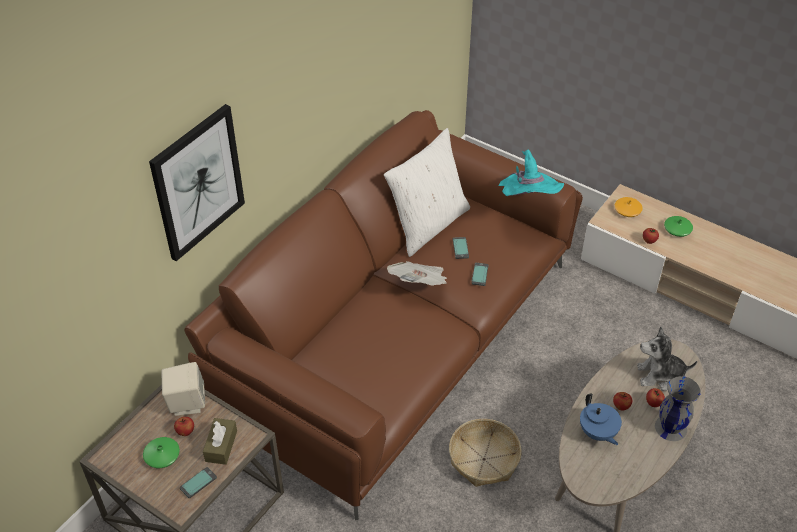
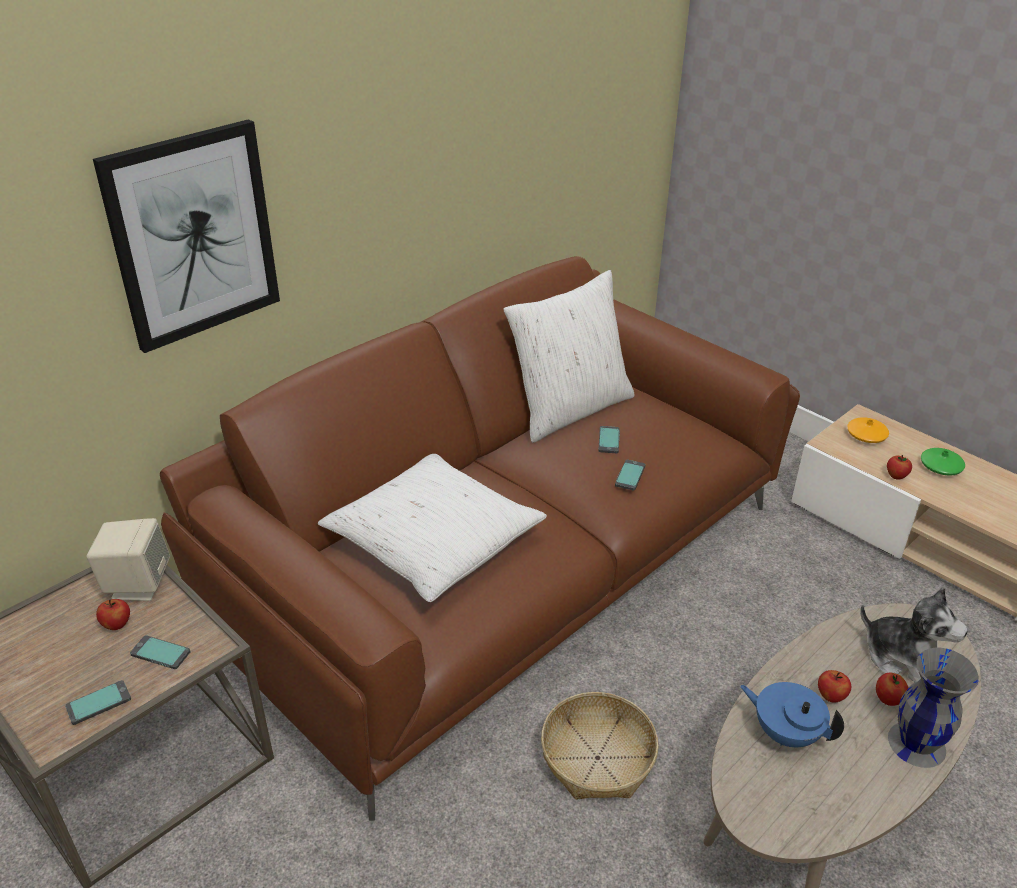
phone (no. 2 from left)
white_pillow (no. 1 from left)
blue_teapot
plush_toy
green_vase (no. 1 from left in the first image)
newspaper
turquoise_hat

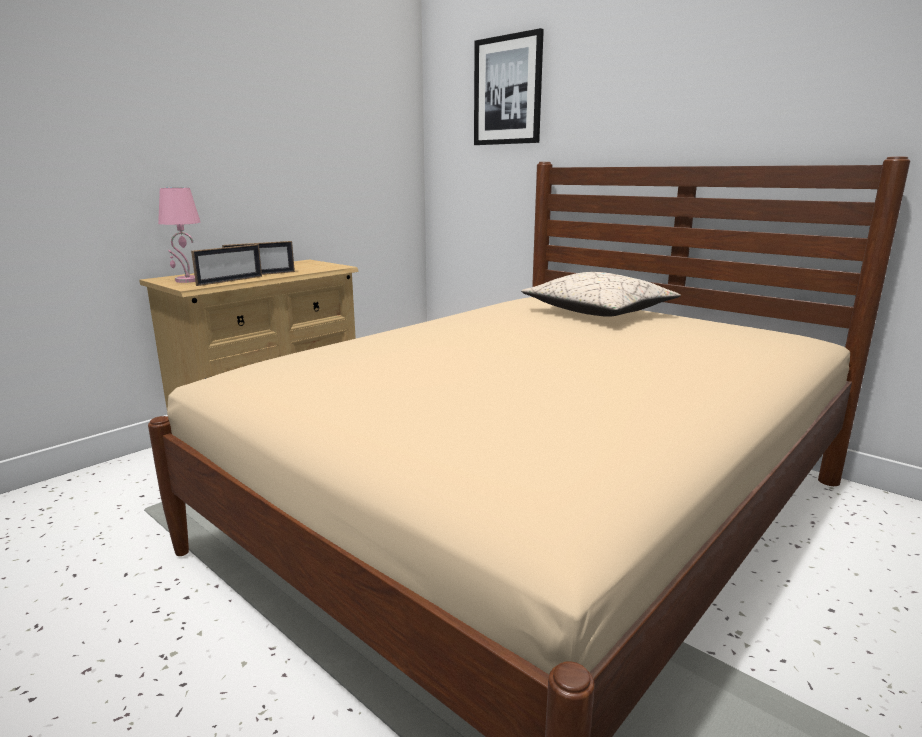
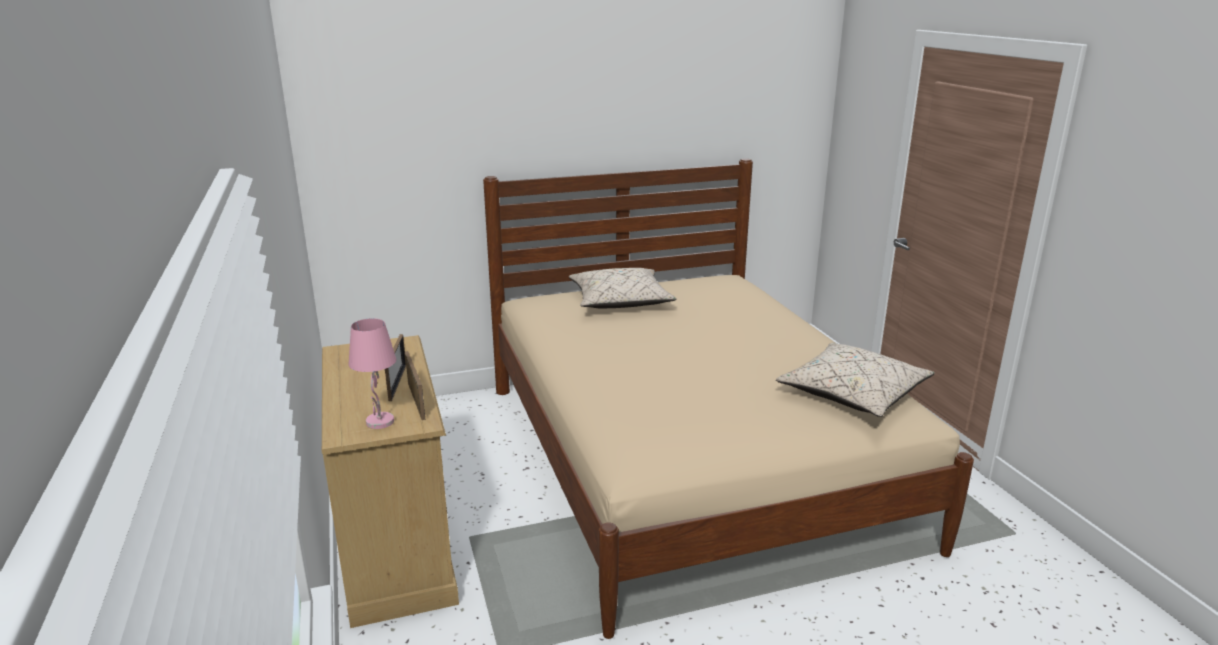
beige_pillow (no. 2 from left)
picture

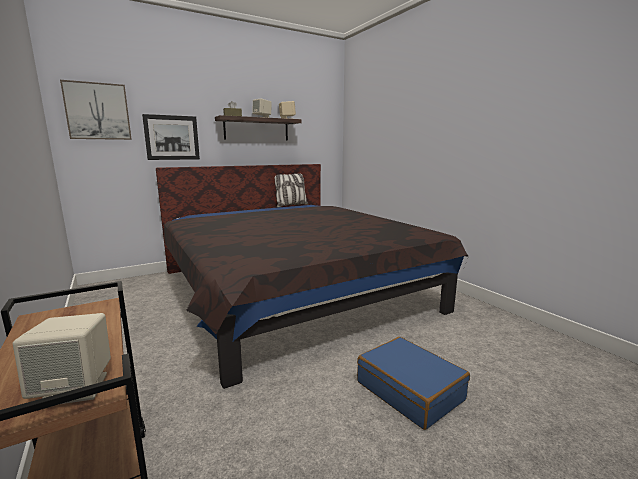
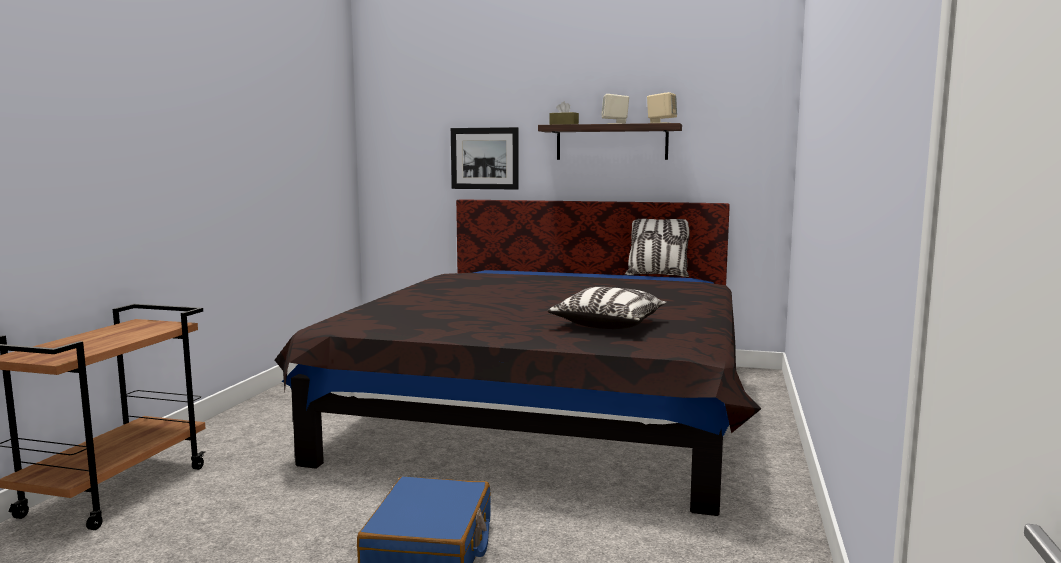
pillow (no. 1 from left)
beige_speaker (no. 1 from left in the first image)
picture (no. 1 from left in the first image)

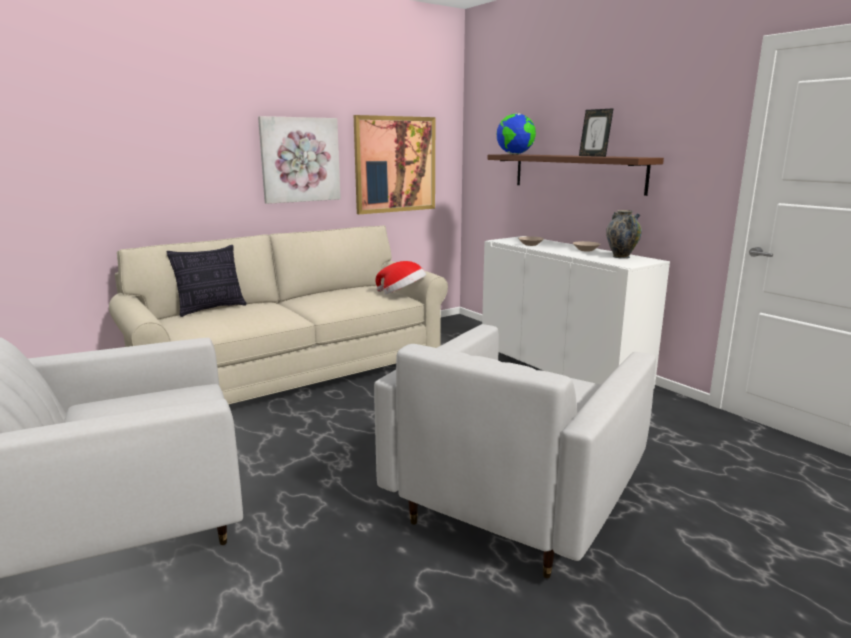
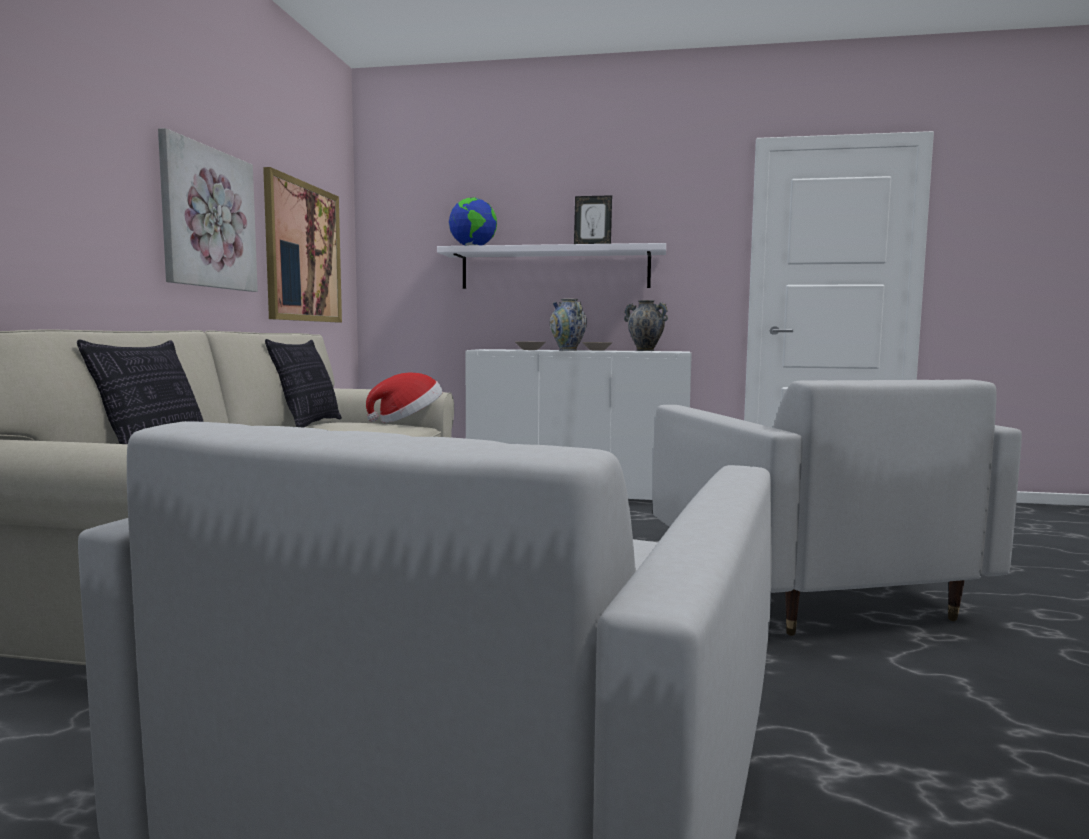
pillow (no. 2 from left)
white_shelf
vase (no. 1 from left)

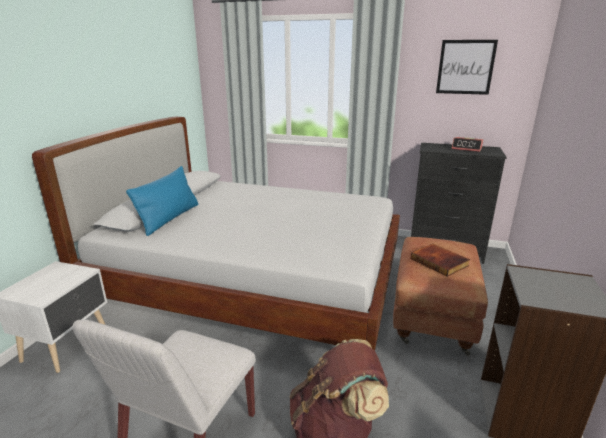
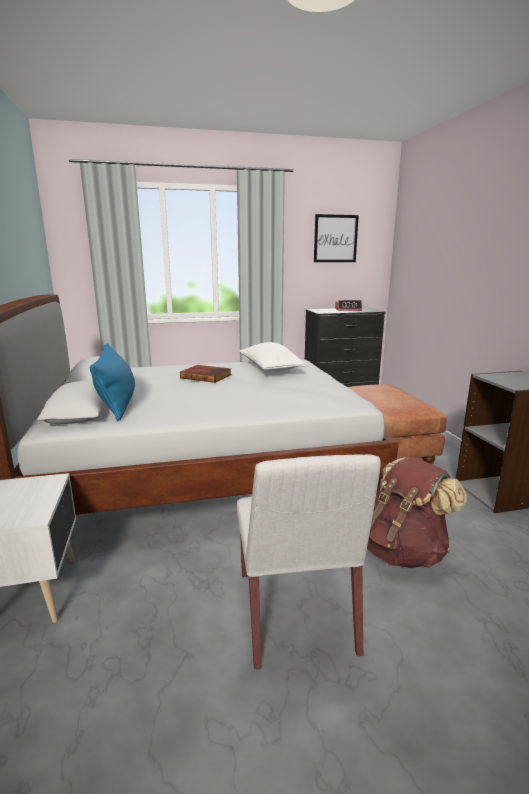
book
white_pillow

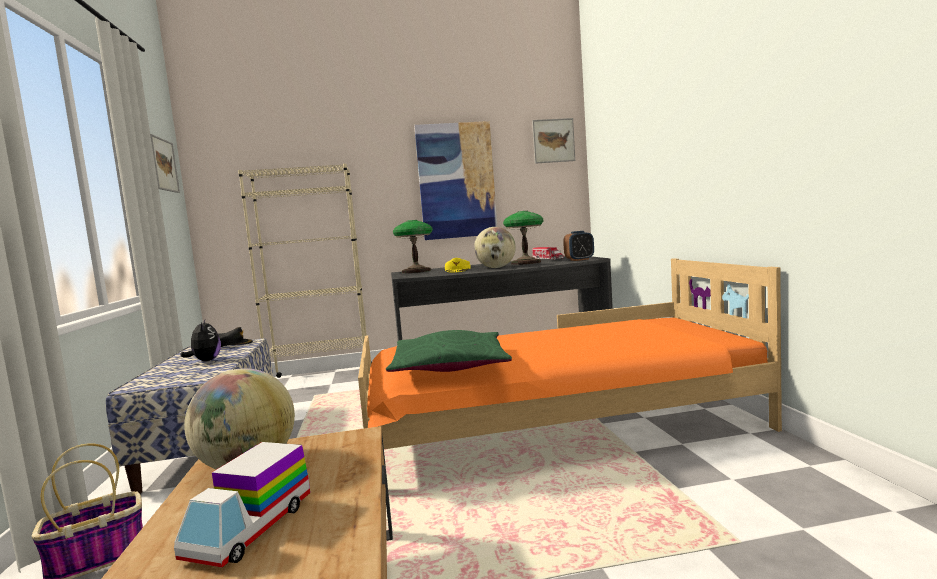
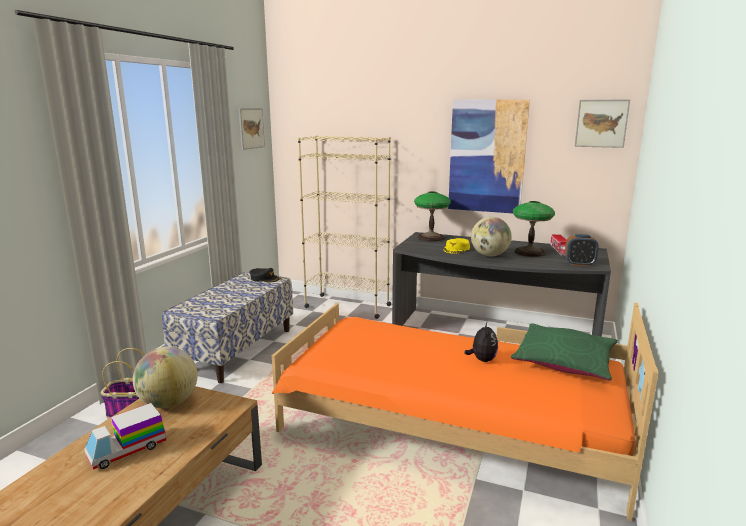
plush_toy
green_pillow

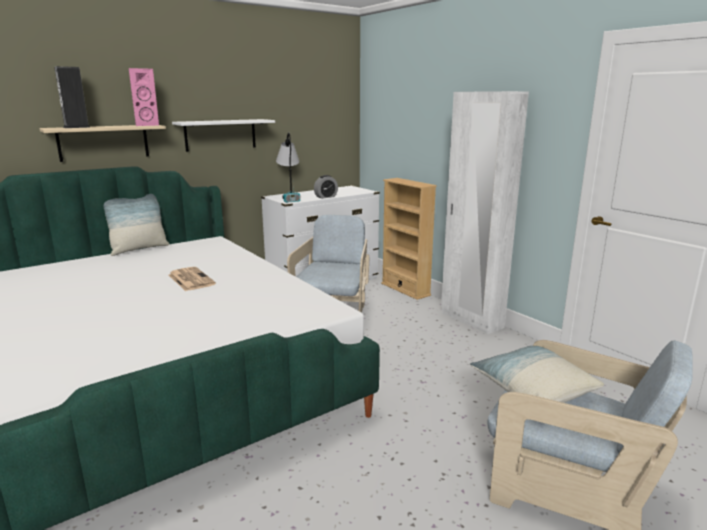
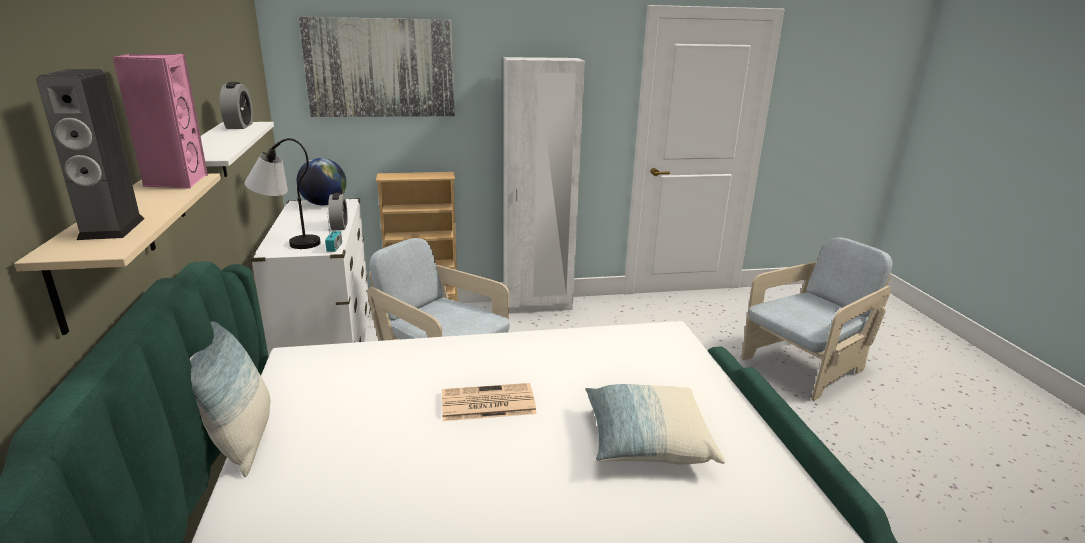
alarm_clock (no. 1 from left)
globe
picture
pillow (no. 2 from left)

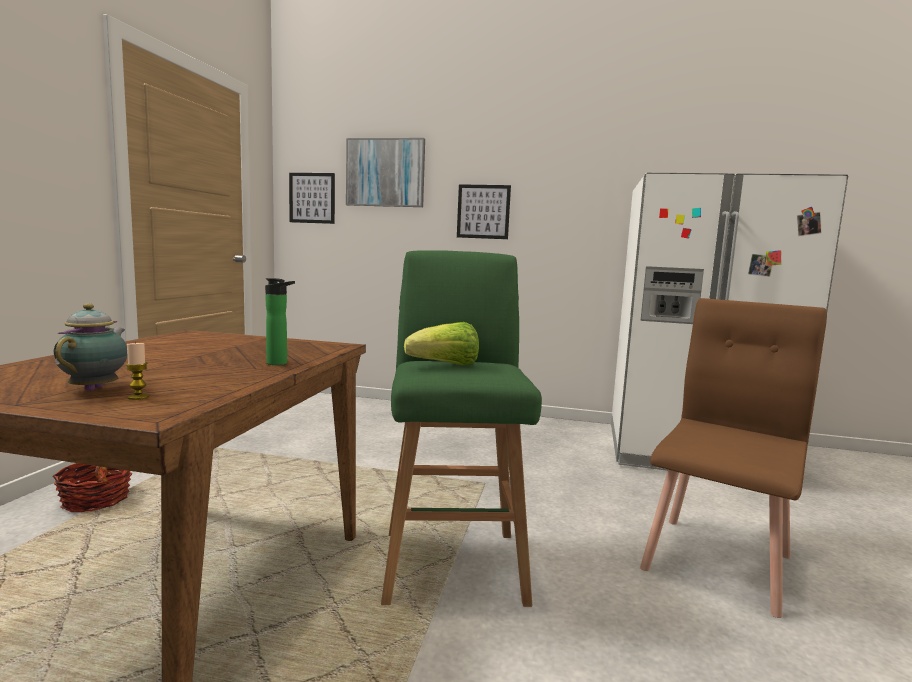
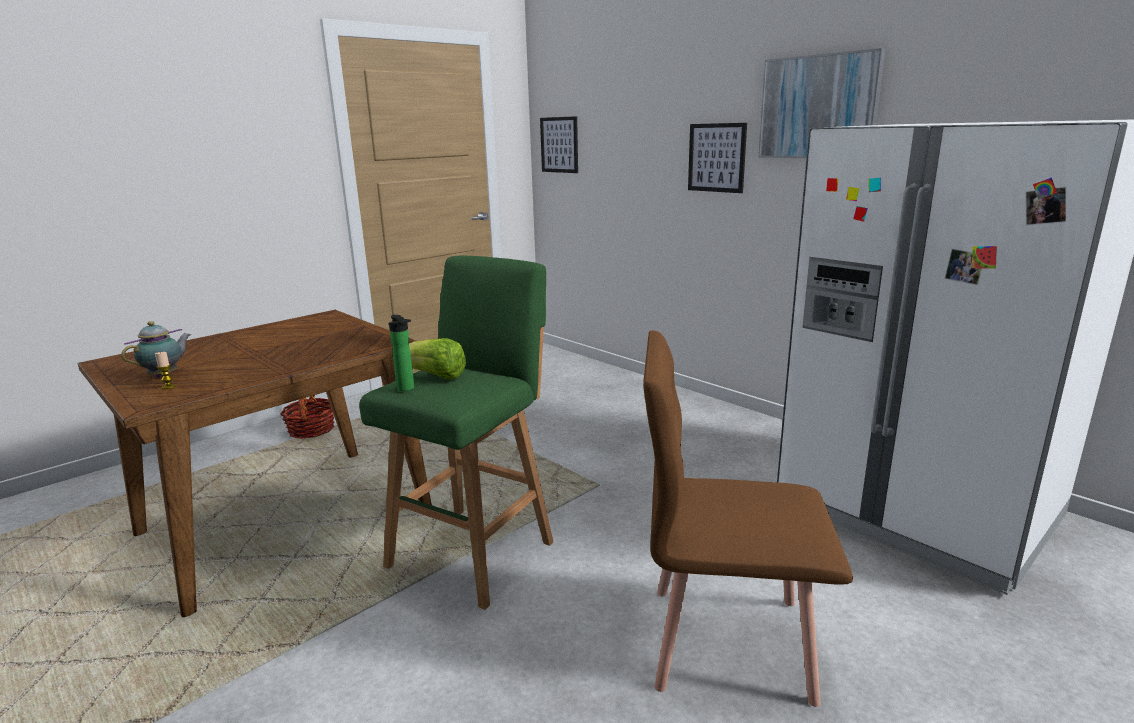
bottle
brown_chair
picture (no. 3 from left)

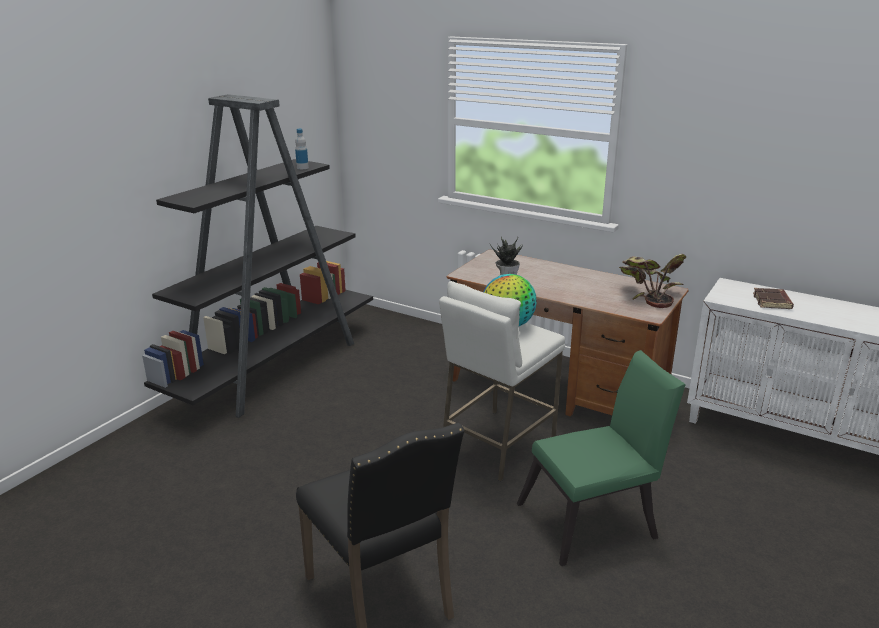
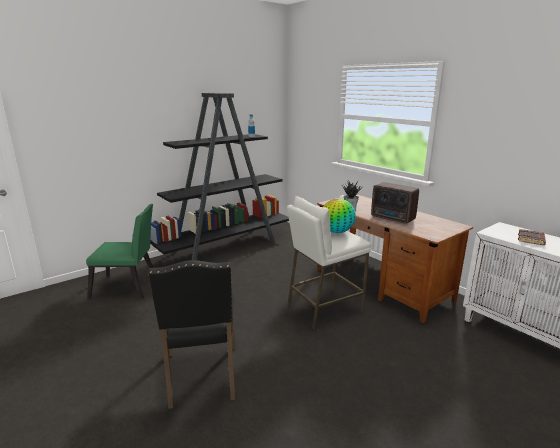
green_chair
radio
potted_plant (no. 2 from left in the first image)

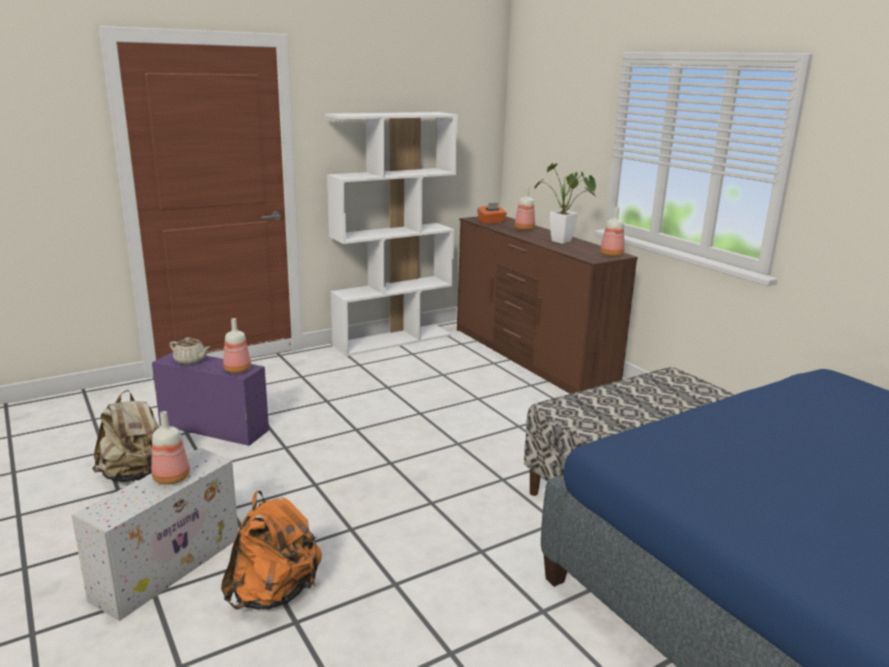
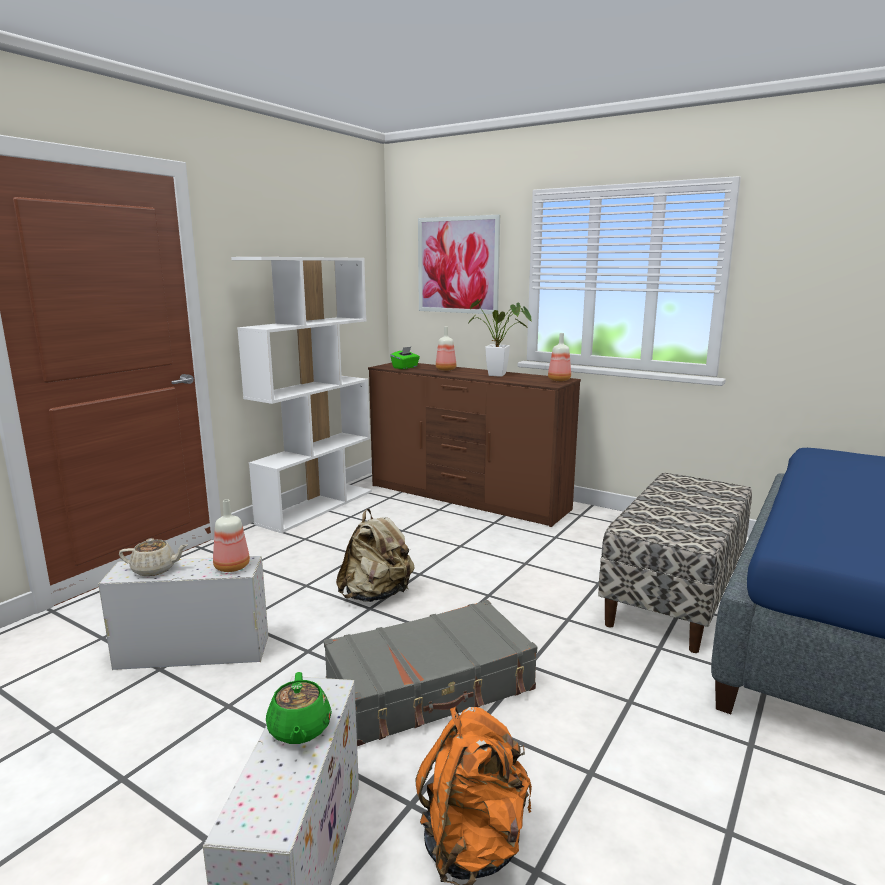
white_storage_box (no. 1 from left)
green_teapot
grey_suitcase
beige_backpack
green_tissue_box
picture

